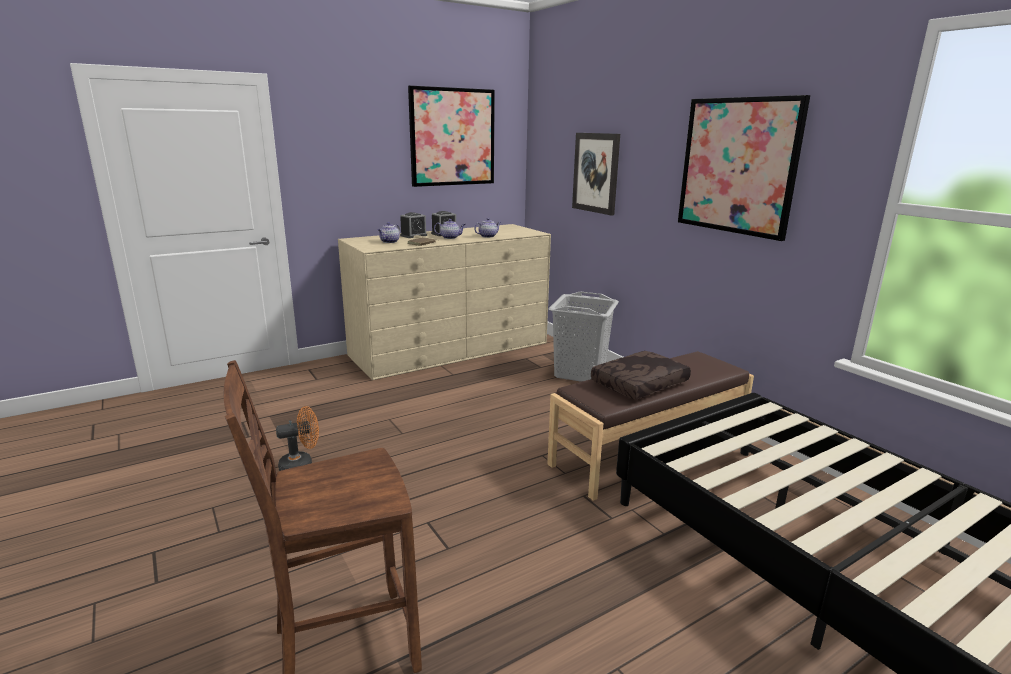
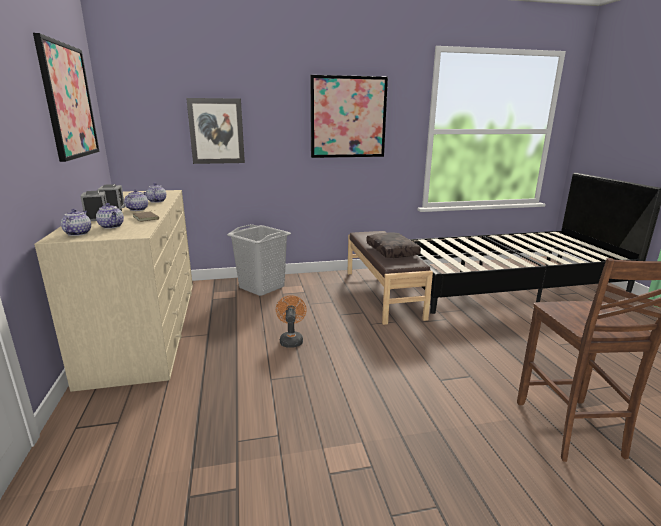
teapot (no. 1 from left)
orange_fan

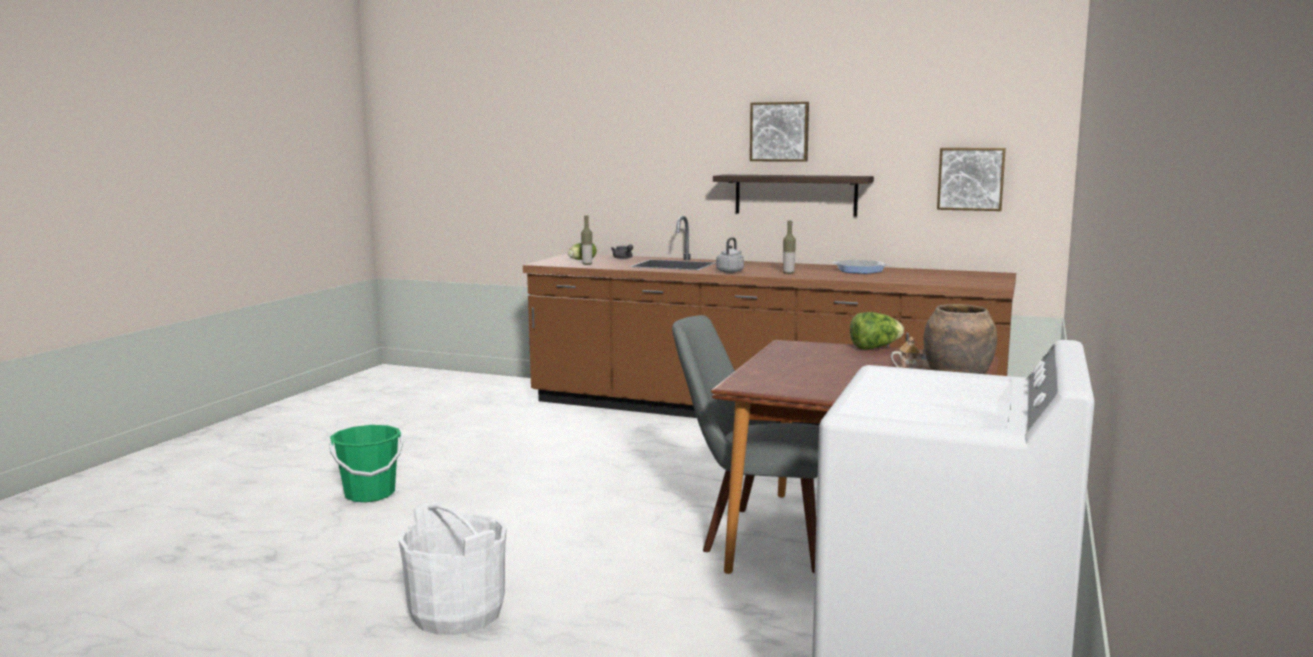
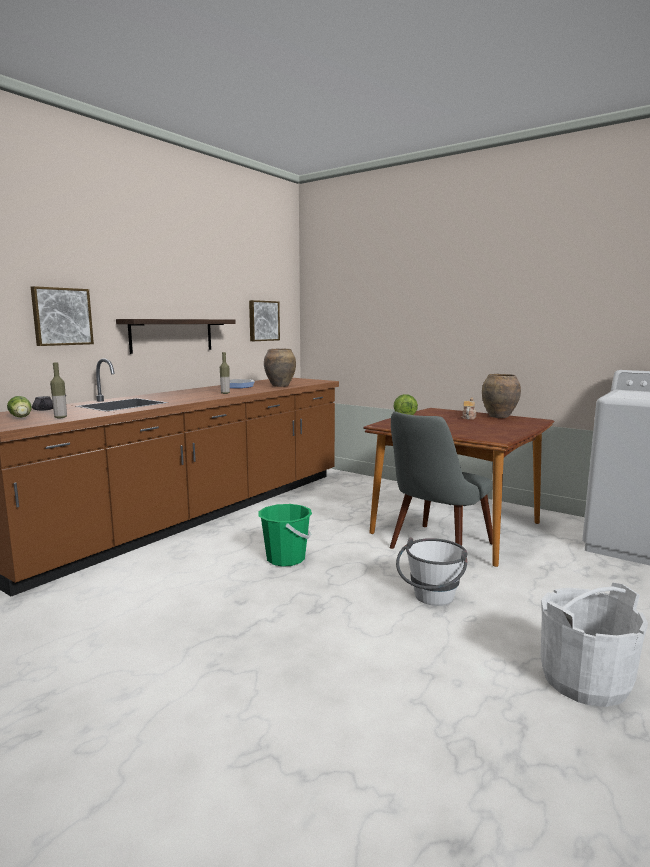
picture (no. 1 from left)
green_bucket
brown_vase (no. 1 from left)
white_bucket (no. 1 from left)
grey_kettle

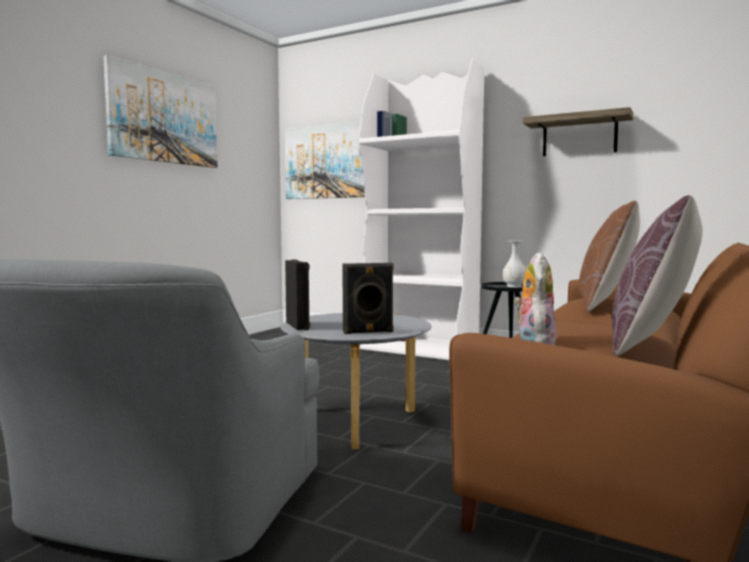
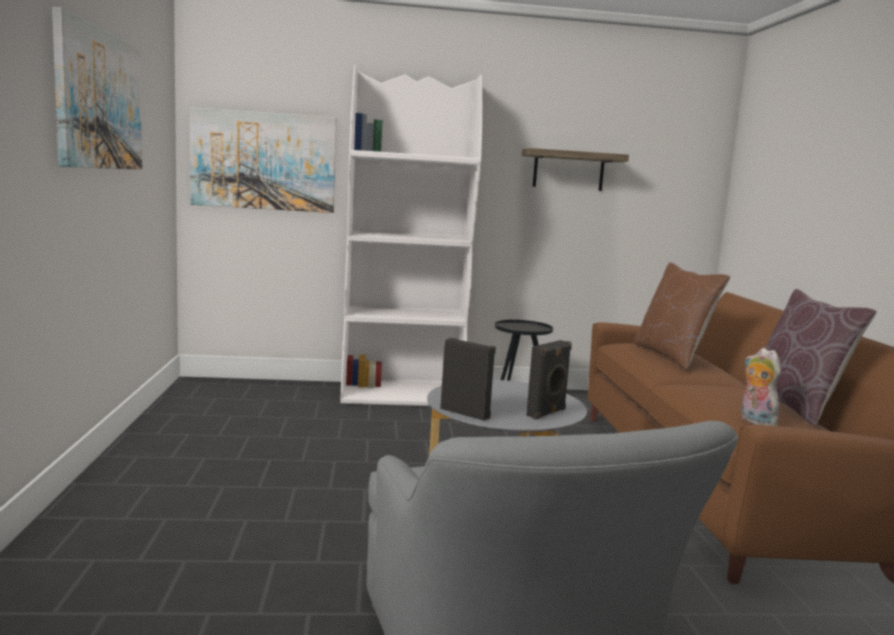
white_vase

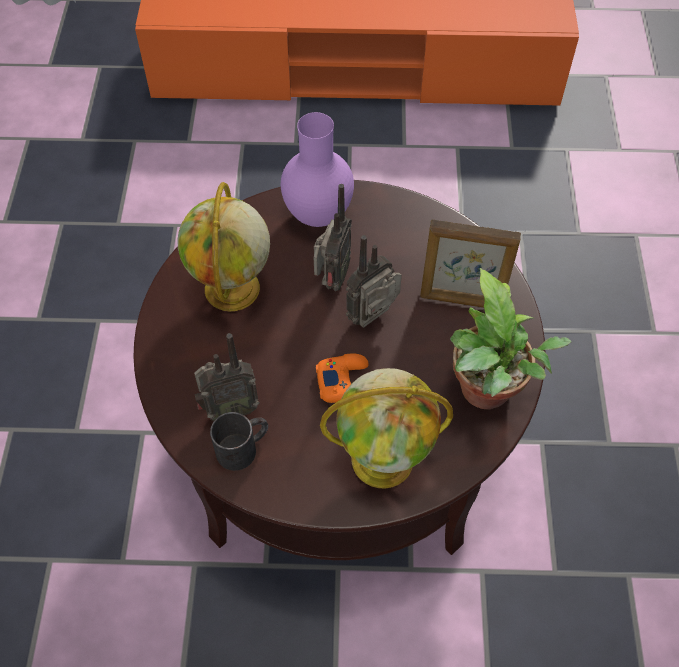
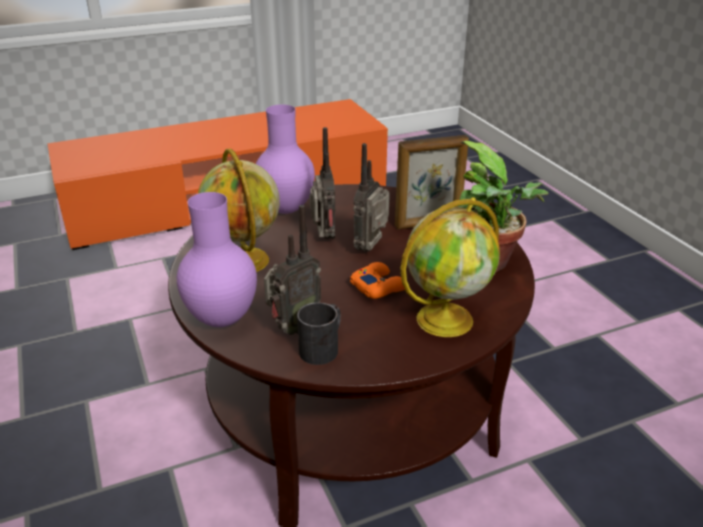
purple_vase (no. 1 from left)

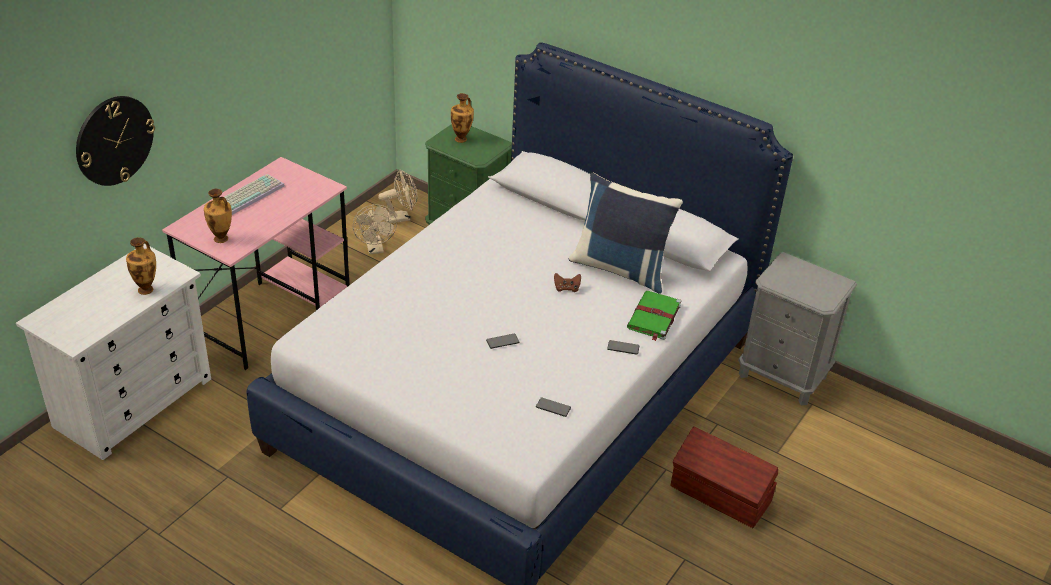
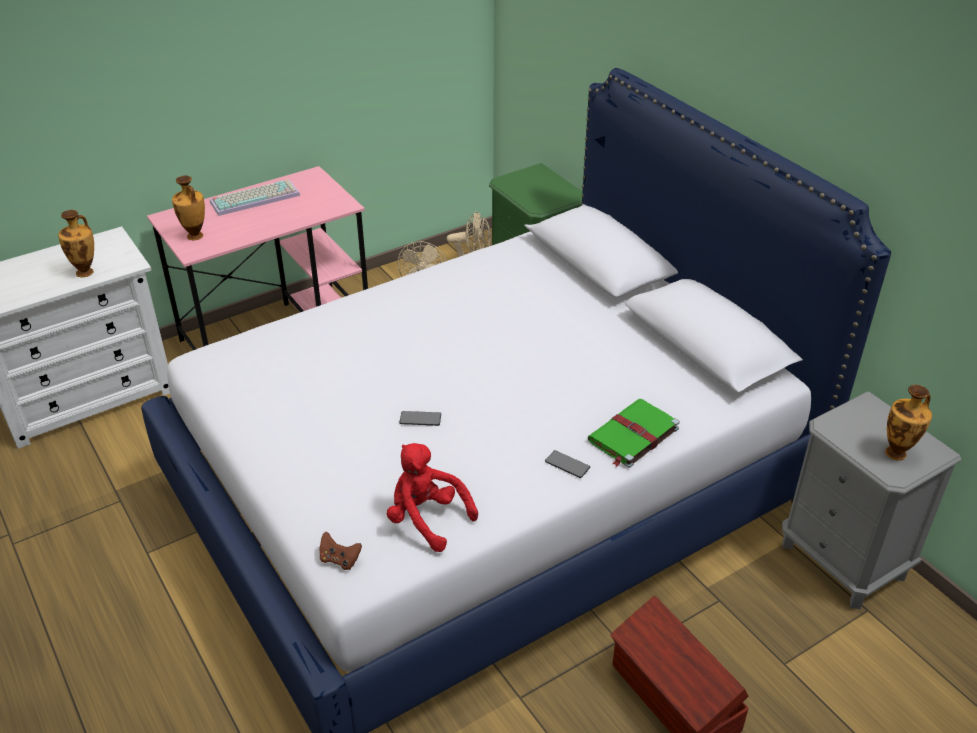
brown_game_controller
red_plush_toy
vase (no. 3 from left)
wall_clock
blue_pillow

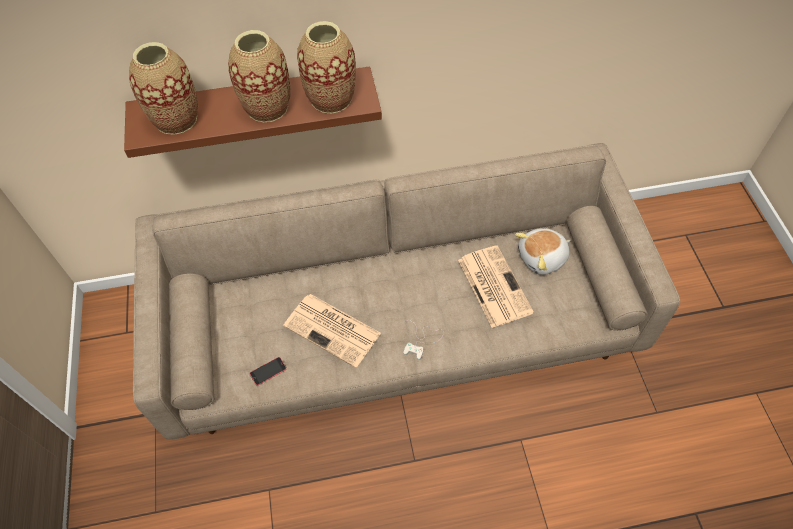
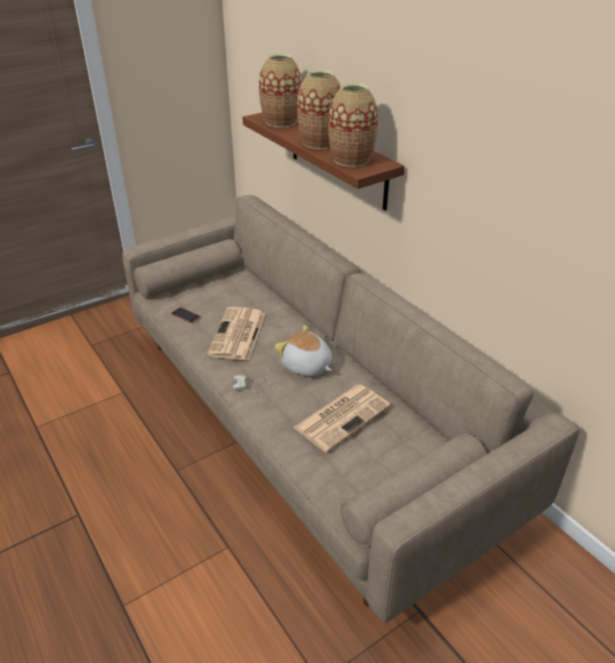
plush_toy

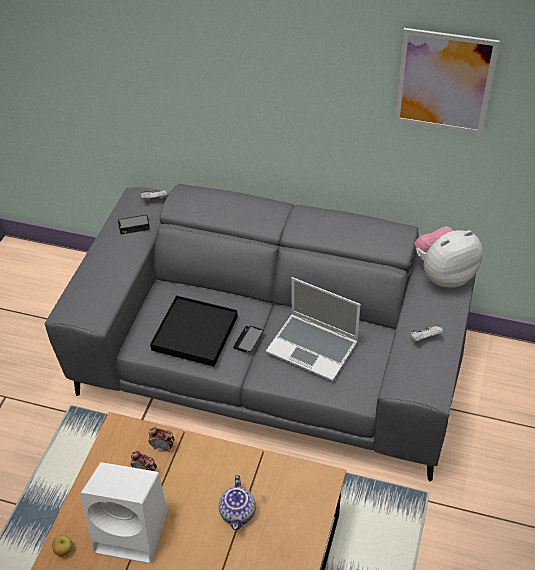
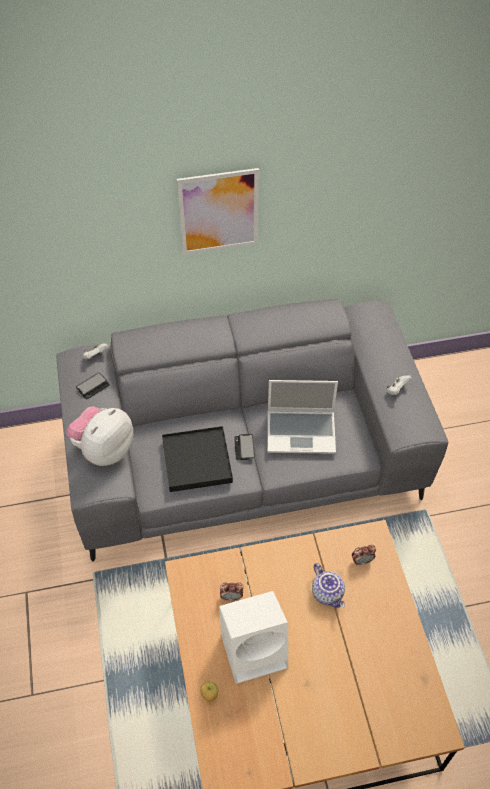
plush_toy
picture
alarm_clock (no. 2 from left)

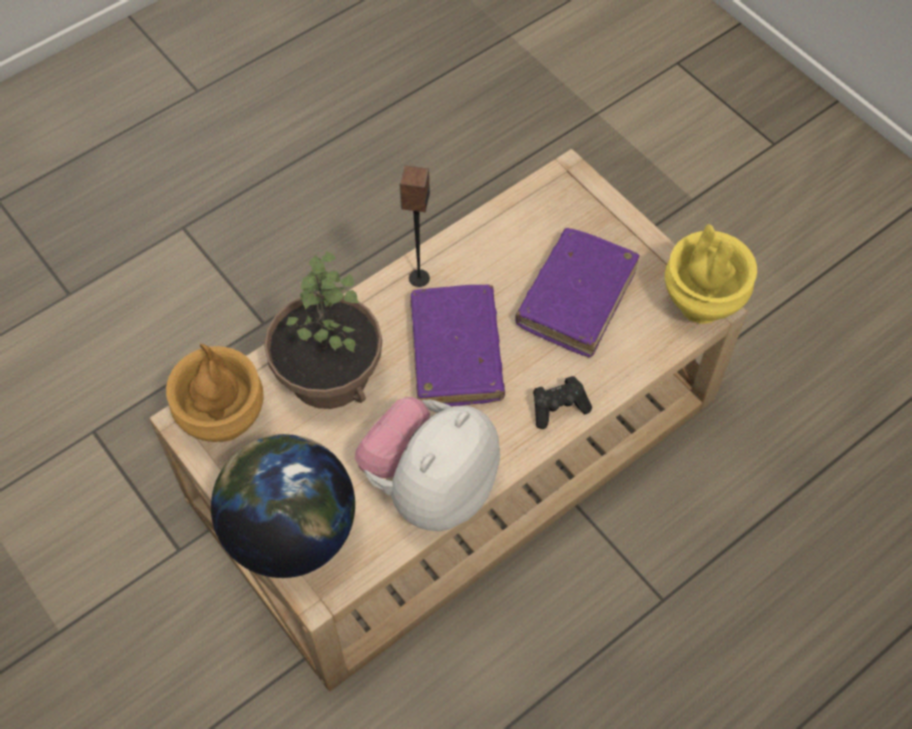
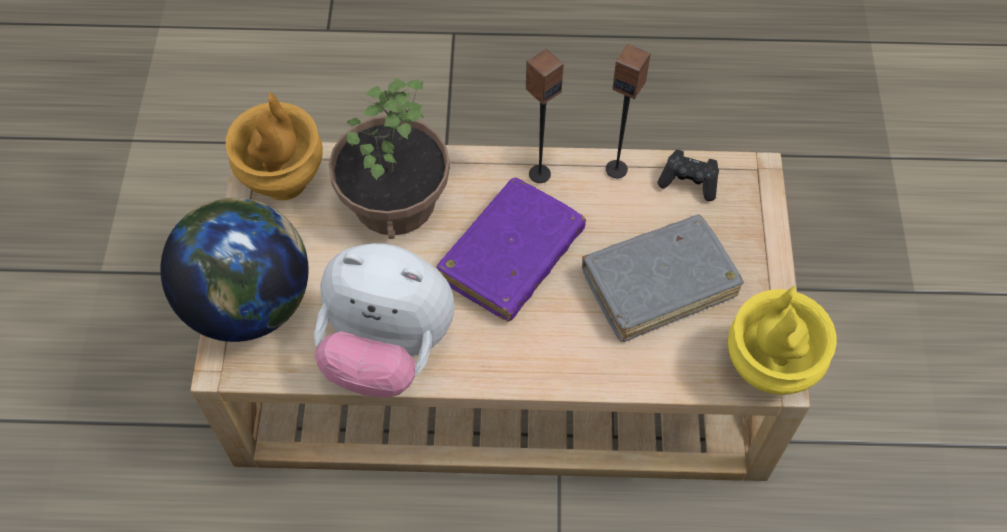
plush_toy
grey_book
speaker (no. 2 from left)
black_game_controller

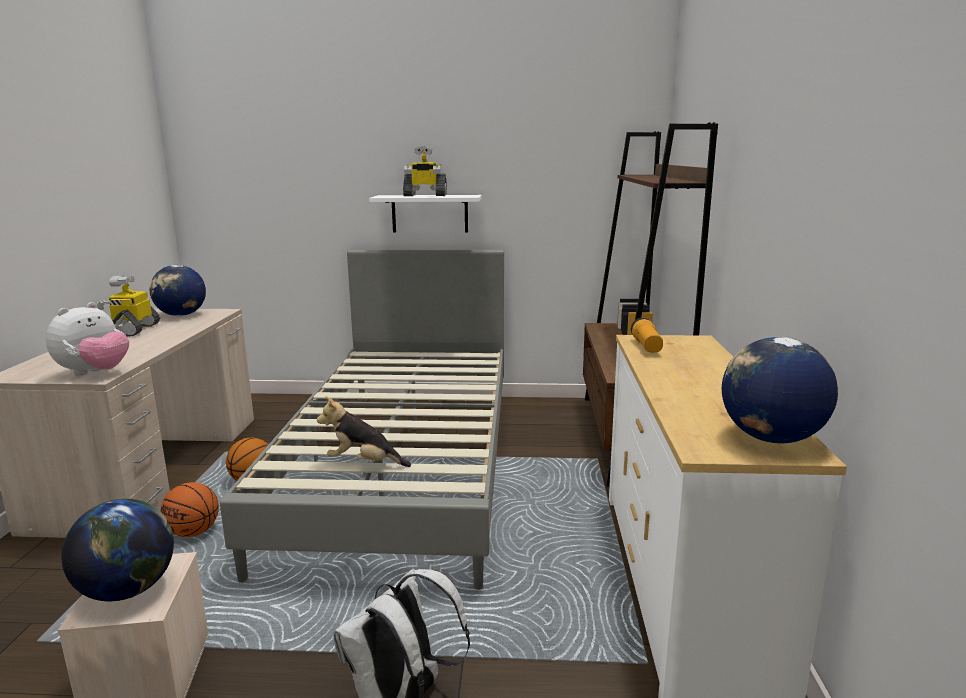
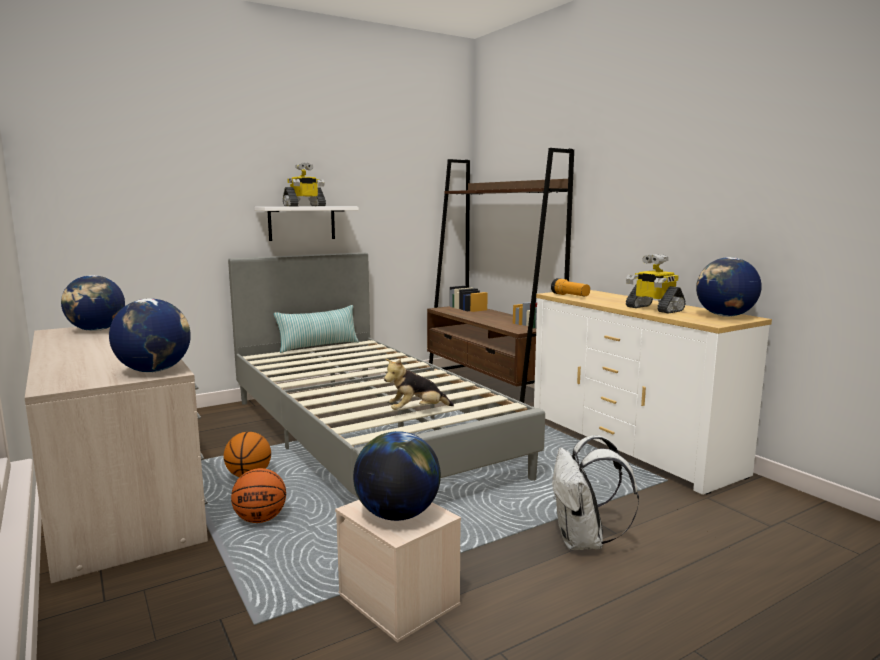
globe (no. 2 from left)
pillow
toy_robot (no. 2 from left)

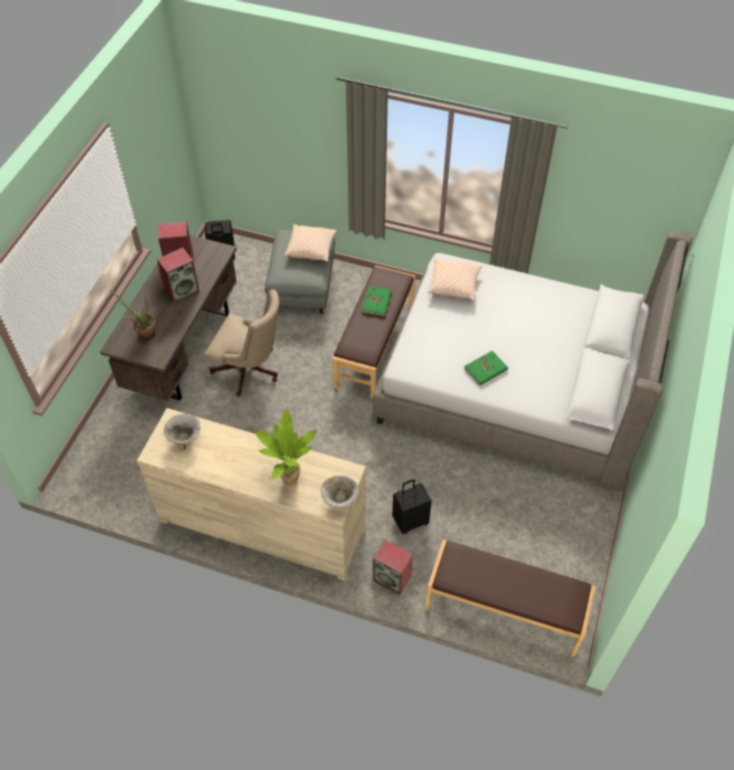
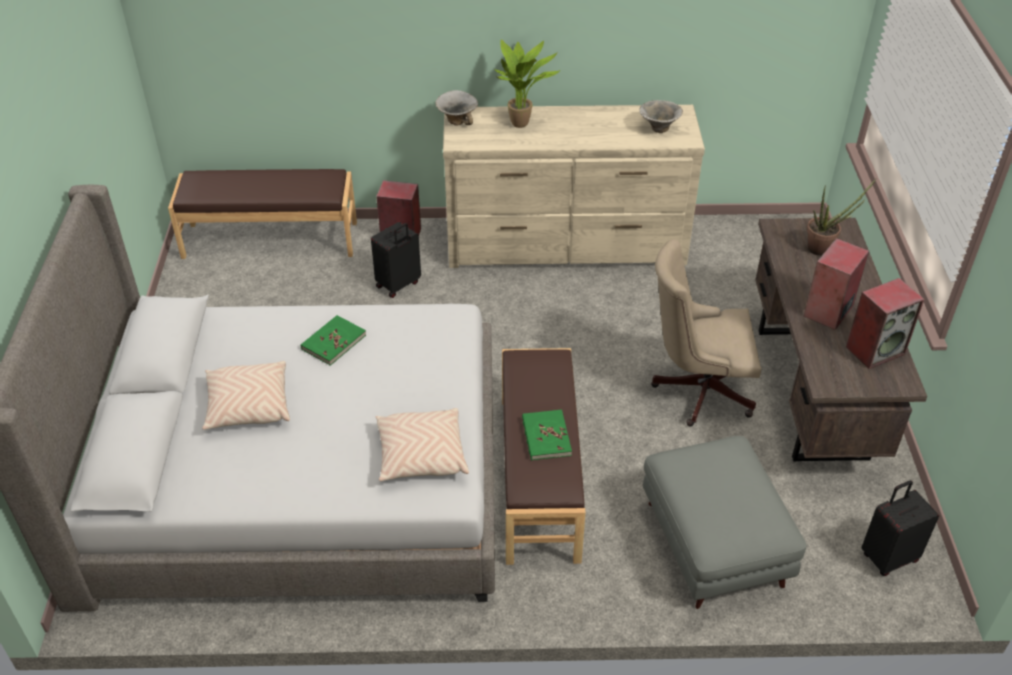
beige_pillow (no. 1 from left)

